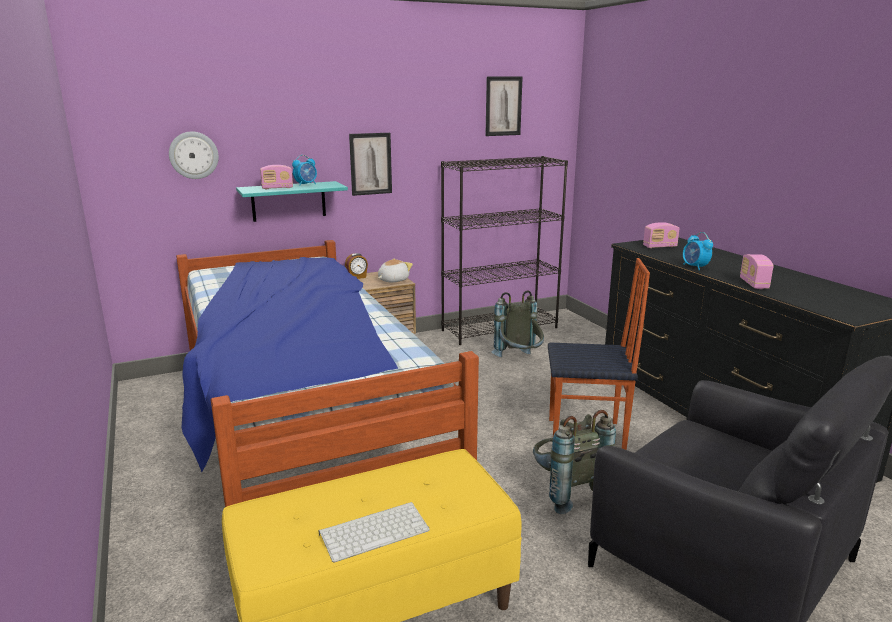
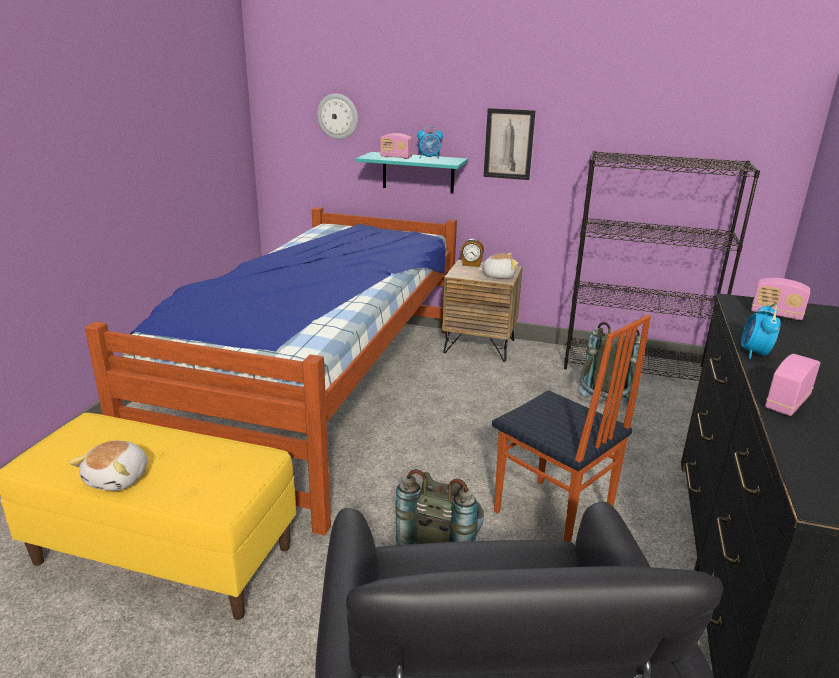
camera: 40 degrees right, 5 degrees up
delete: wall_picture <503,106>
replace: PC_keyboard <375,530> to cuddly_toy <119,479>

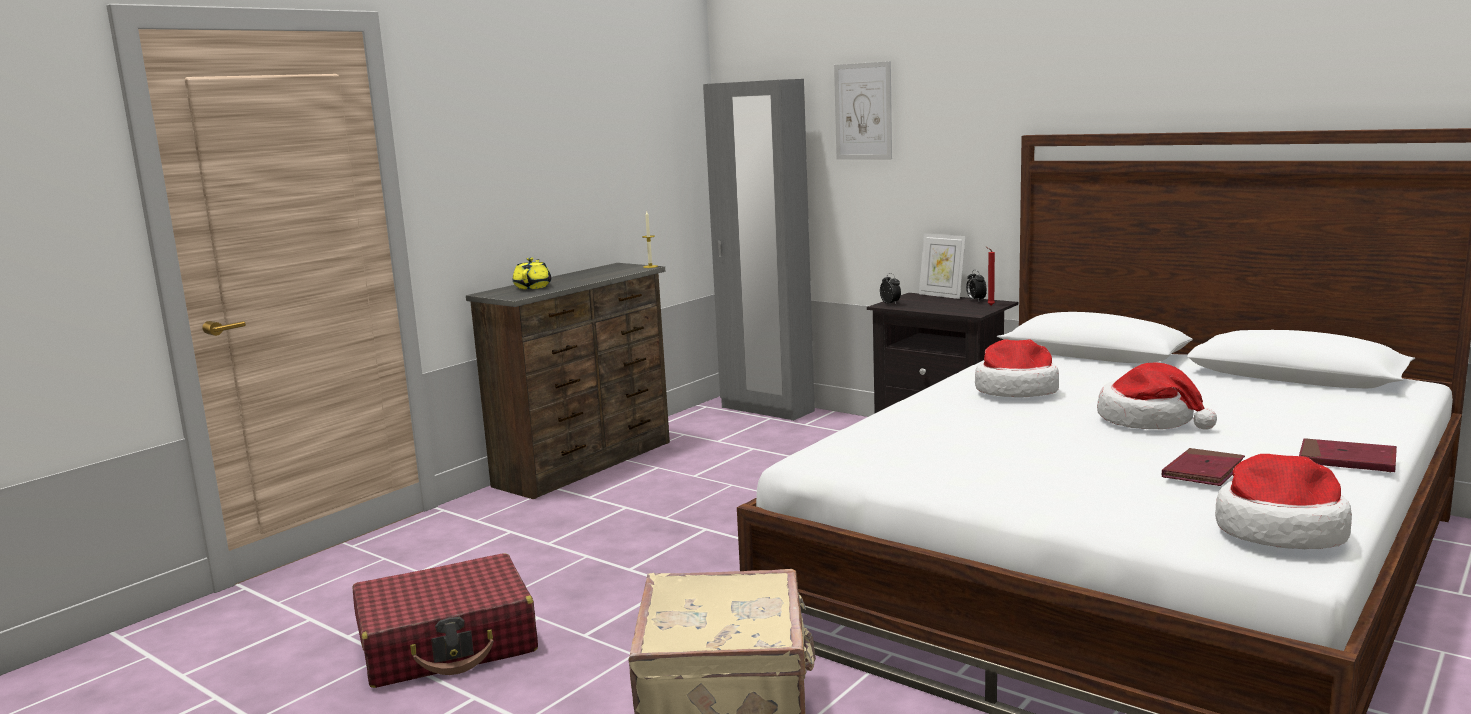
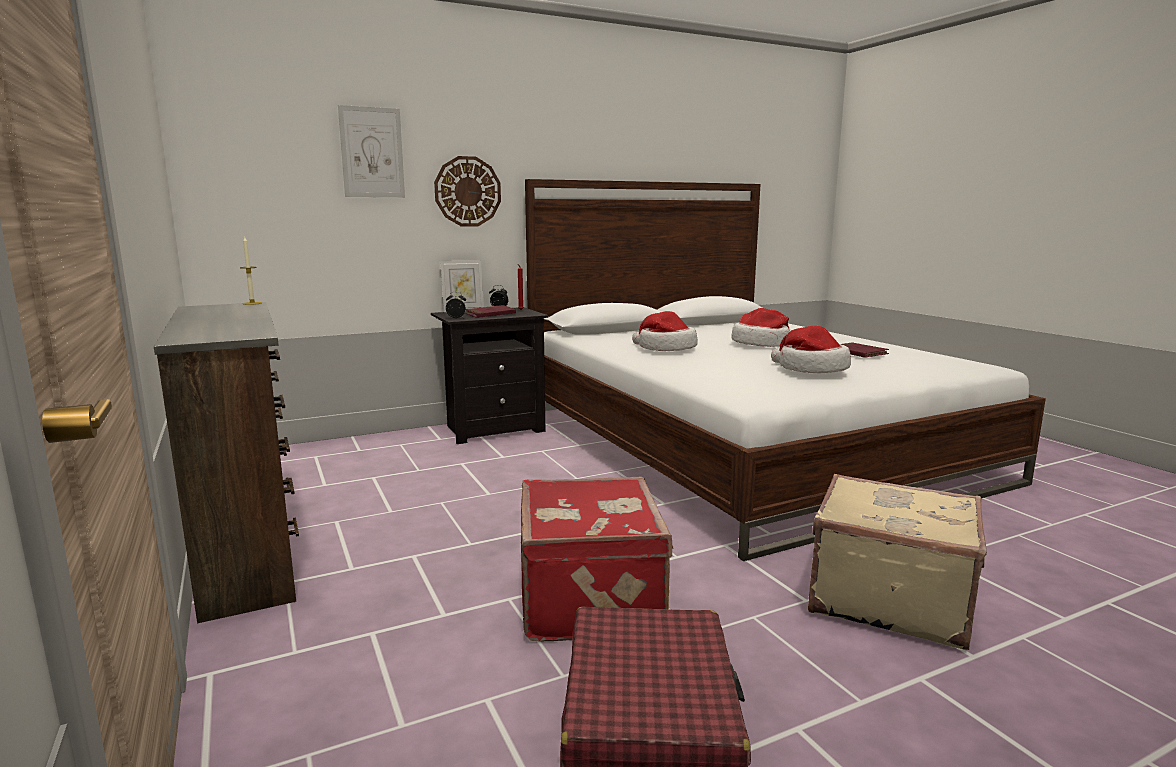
camera: 65 degrees left, 0 degrees up
delete: yellowish_teapot <533,287>; greyish_wardrobe <766,409>
insert: clock_on_the_wall <467,191>; red-coloured_travel_case <593,598>
move: wearable_hat <1279,531> to <811,369>; red-coloured_volume <1346,460> to <490,314>

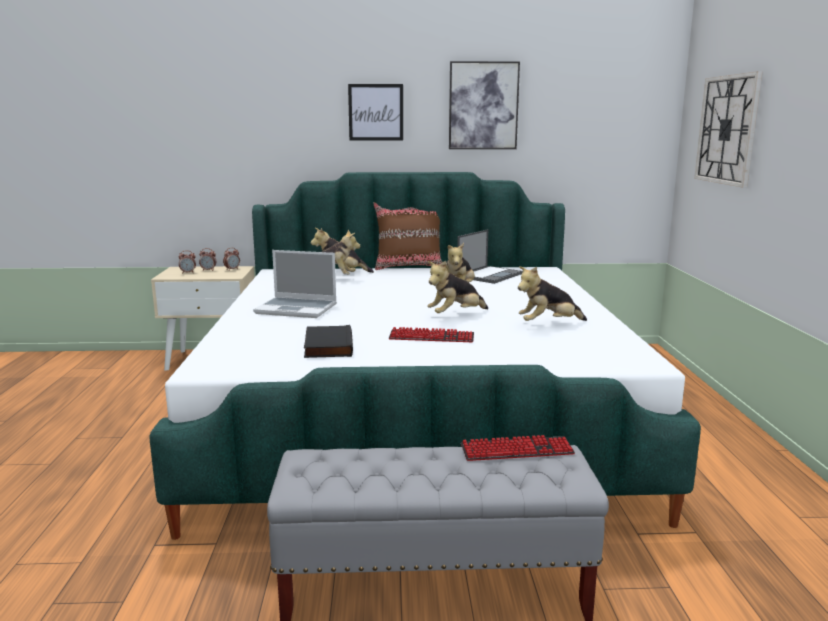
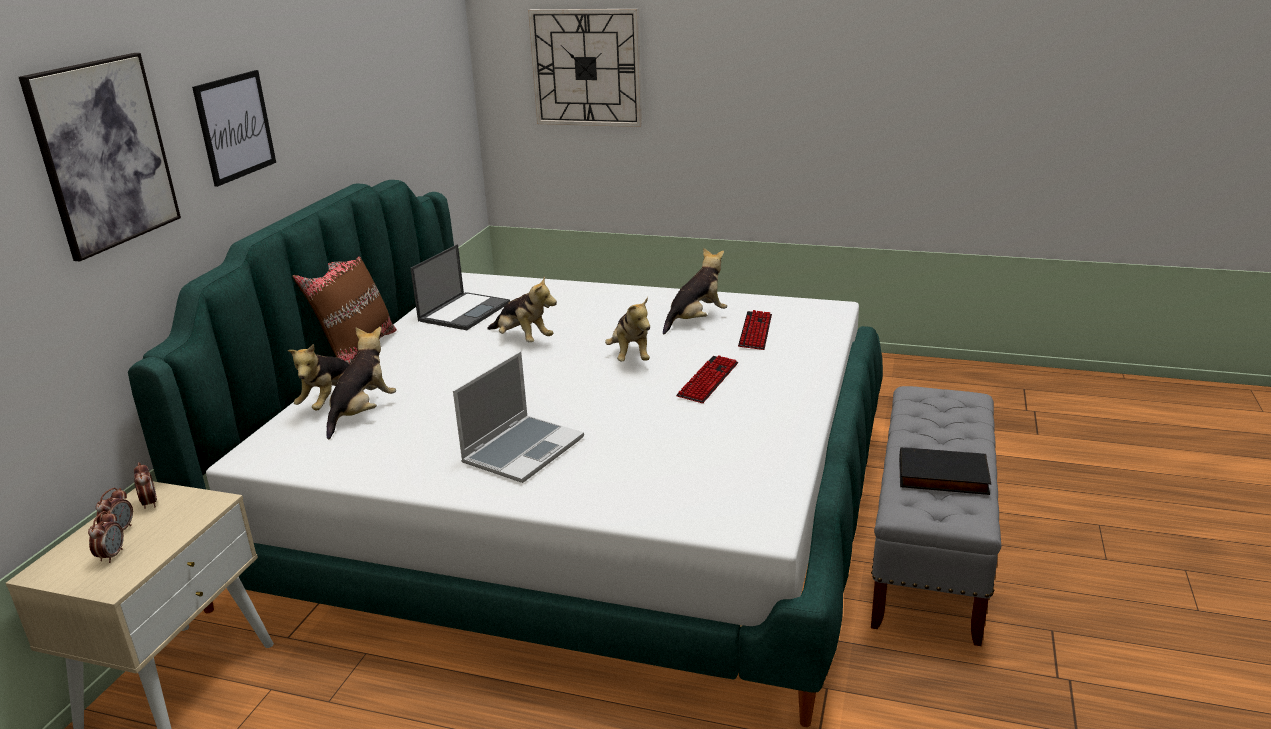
camera: 70 degrees left, 10 degrees up
move: black_volume <327,346> to <942,477>; wall_picture <483,106> to <104,154>; PC_keyboard <517,450> to <755,331>
rotate: laptop <490,275> = <465,311> 60 degrees clockwise; cuddly_toy <548,324> = <696,320> 135 degrees counterclockwise

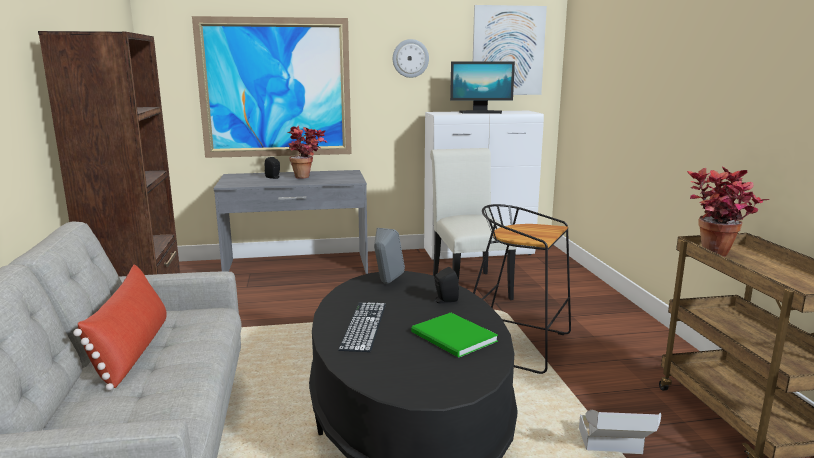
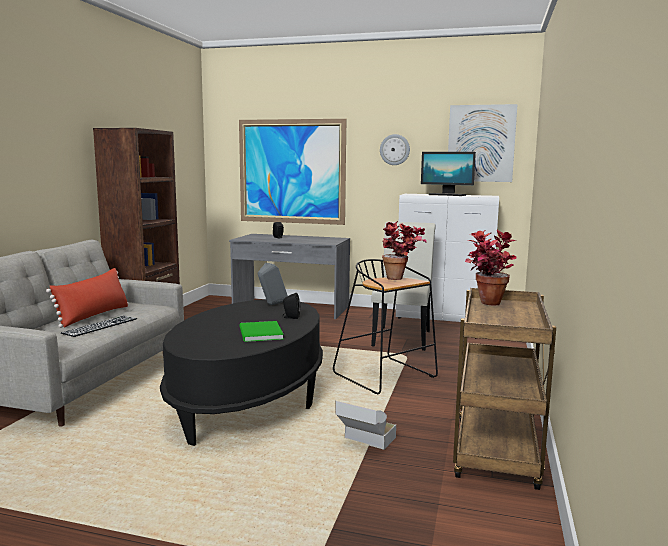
camera: 25 degrees right, 5 degrees down
move: houseplant <307,177> to <400,279>; PC_keyboard <363,326> to <100,326>

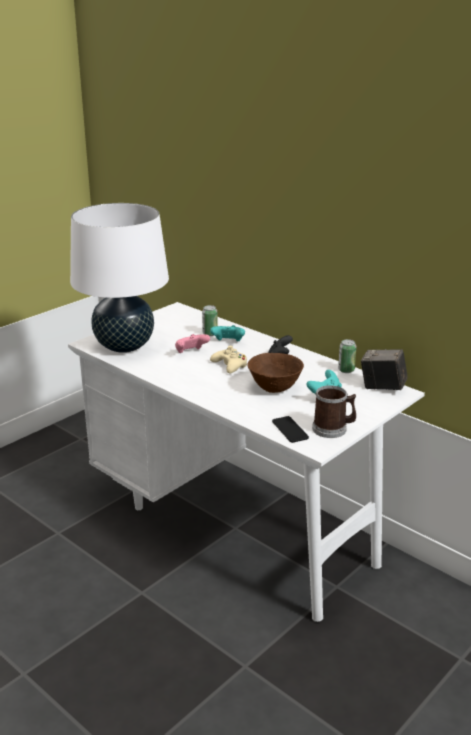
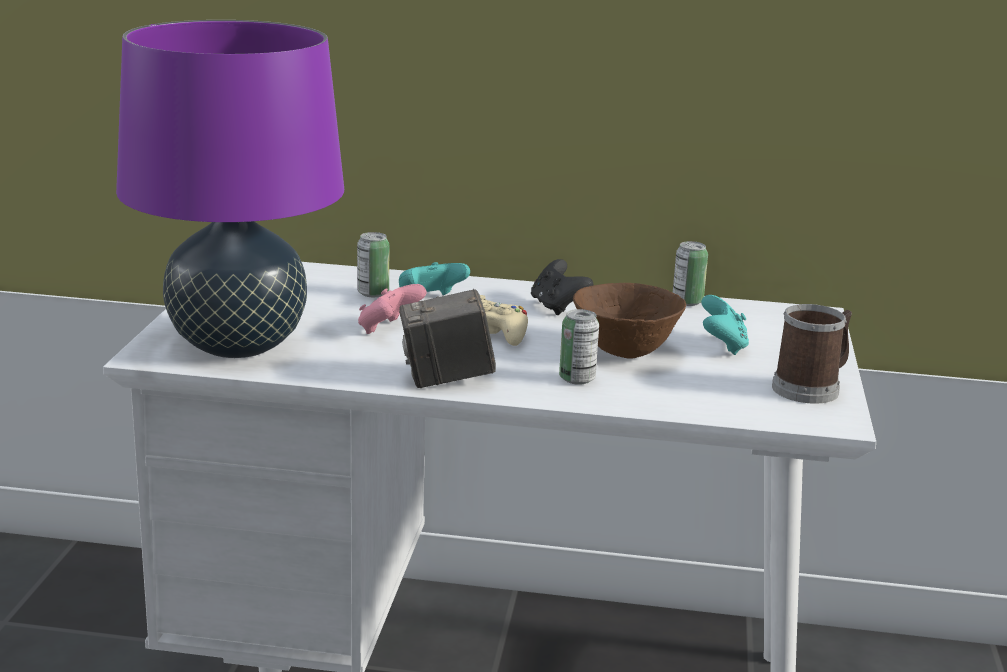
camera: 35 degrees left, 5 degrees down
delete: phone <290,430>
insert: sealed_can <577,379>
move: photo_camera <382,387> to <446,379>
recolor: white-coloured_lamp_for_a_table <124,346> to purplish_lamp_for_a_table <238,345>

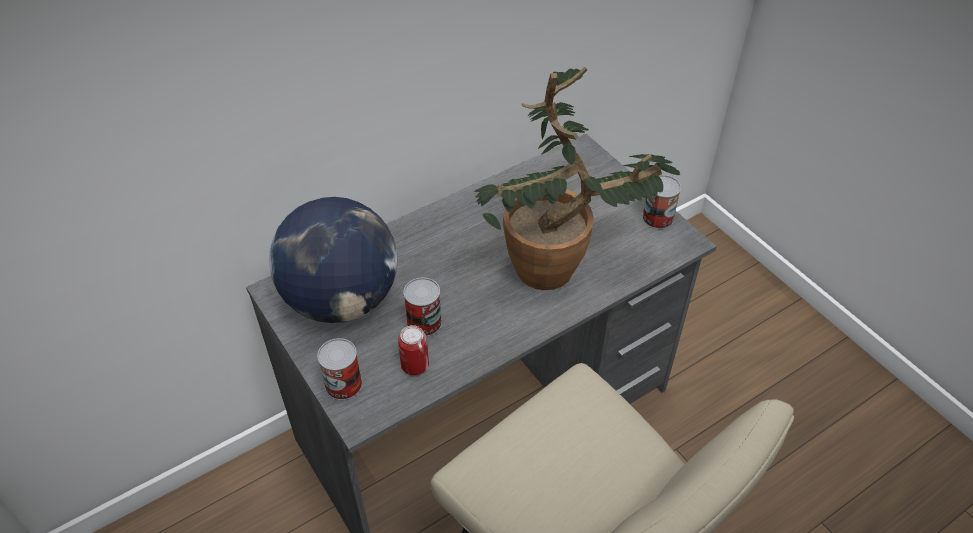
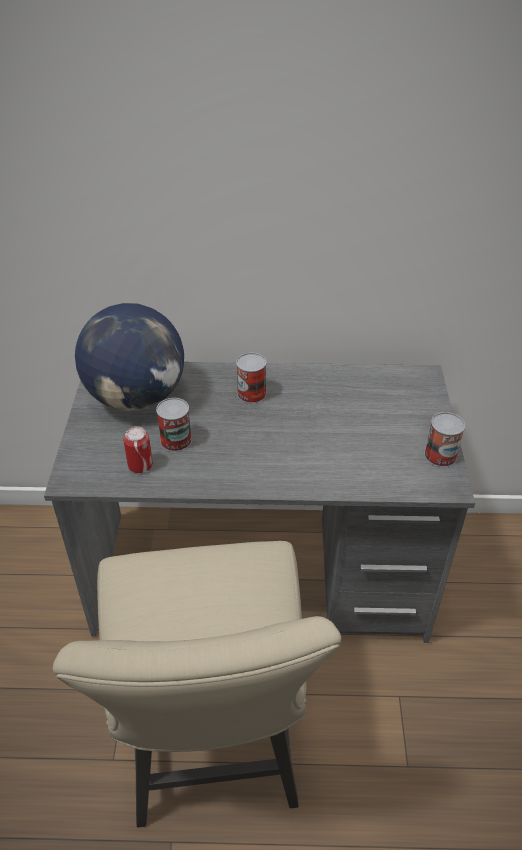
camera: 35 degrees right, 5 degrees down
delete: houseplant <560,269>
move: sealed_can <343,384> to <251,393>

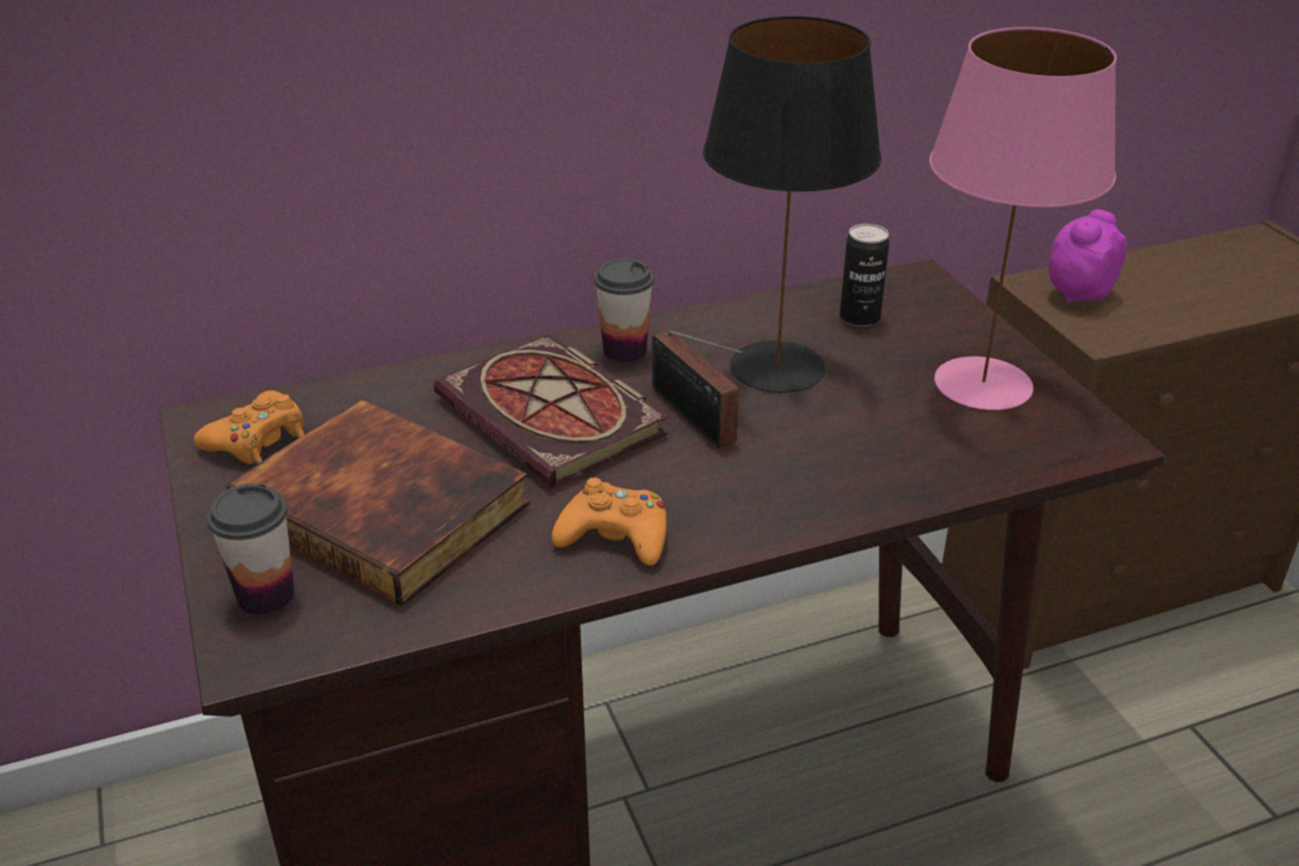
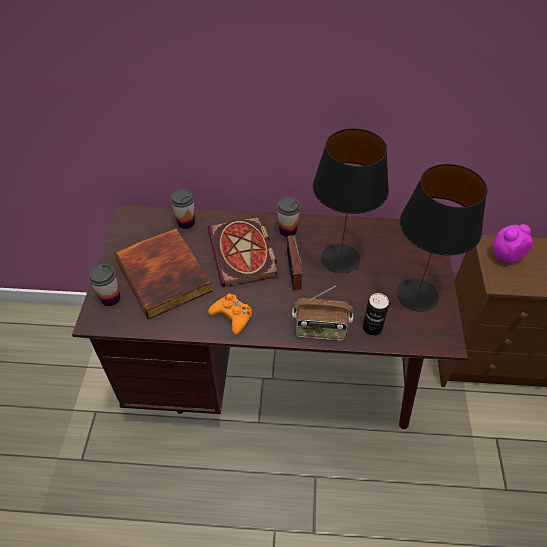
camera: 25 degrees right, 15 degrees up
delete: orange-coloured_joypad <257,439>
insert: drinking_cup <186,222>; radio_receiver <320,330>
move: sealed_can <859,317> to <372,328>
recolor: pink_lamp_for_a_table <981,383> to black_lamp_for_a_table <417,294>

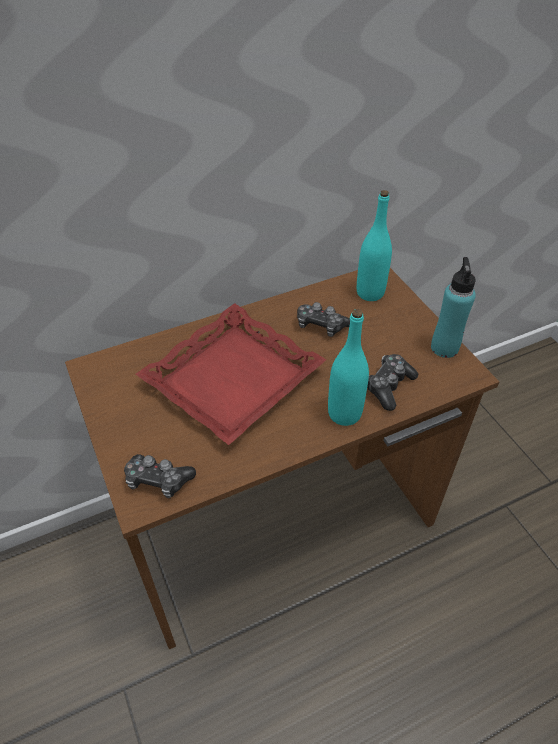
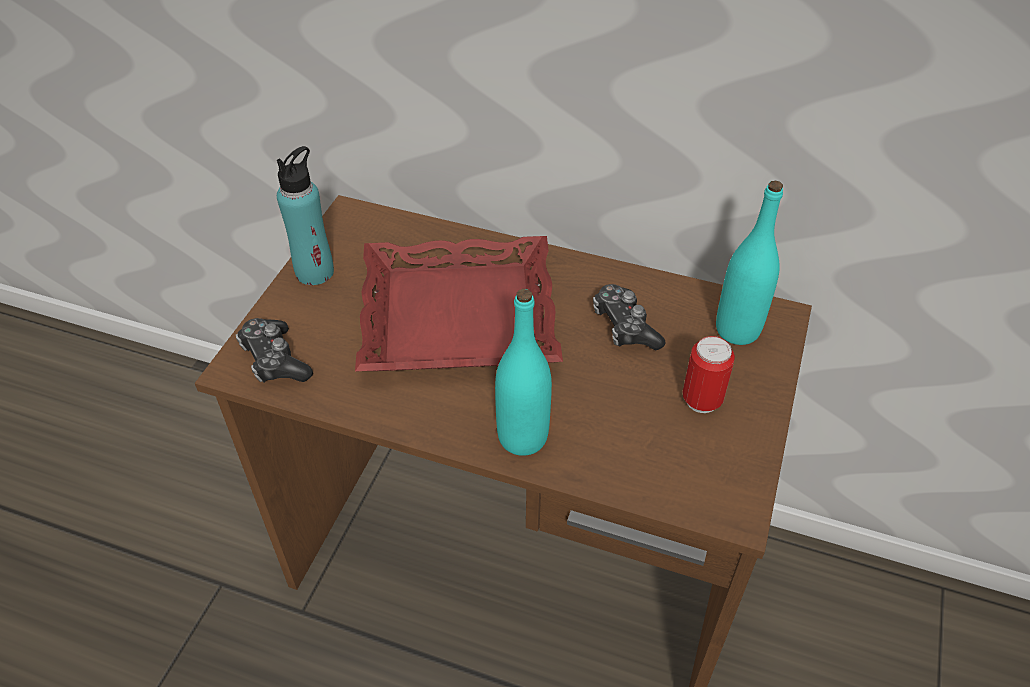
camera: 45 degrees right, 0 degrees up
delete: joypad <389,386>
insert: sealed_can <701,400>
move: blue-green_drink_bottle <444,347> to <315,272>

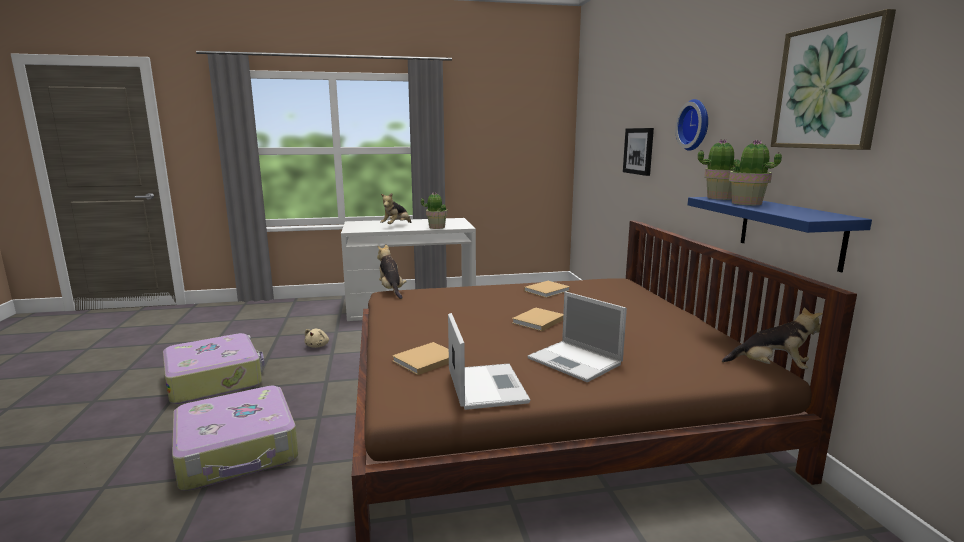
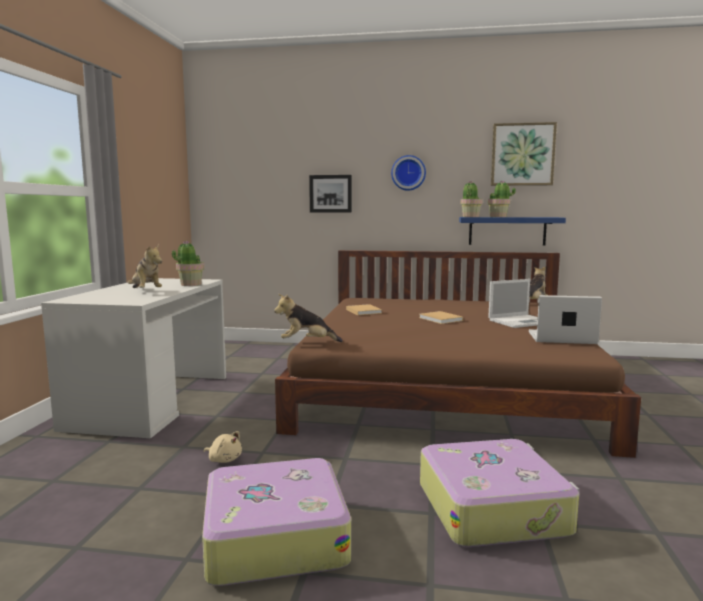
camera: 70 degrees left, 5 degrees down
delete: sand-coloured_volume <424,361>

